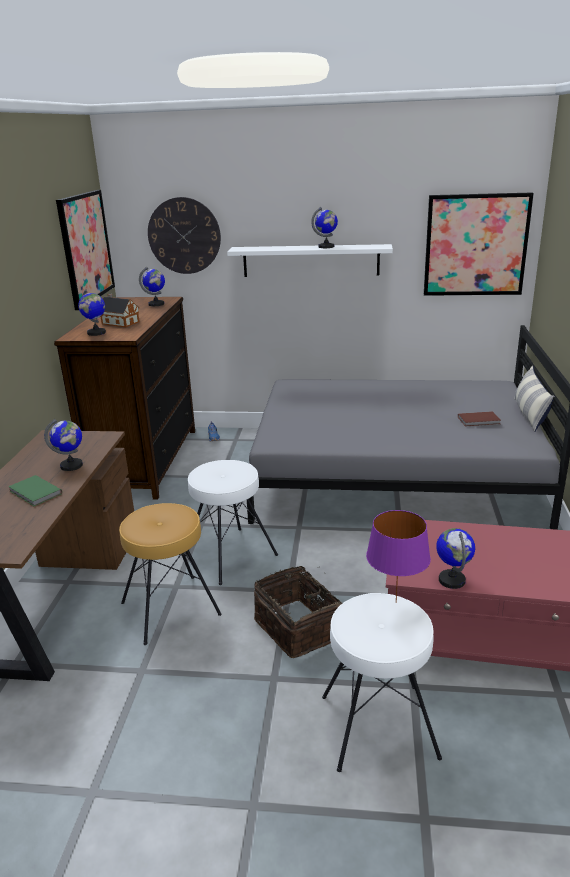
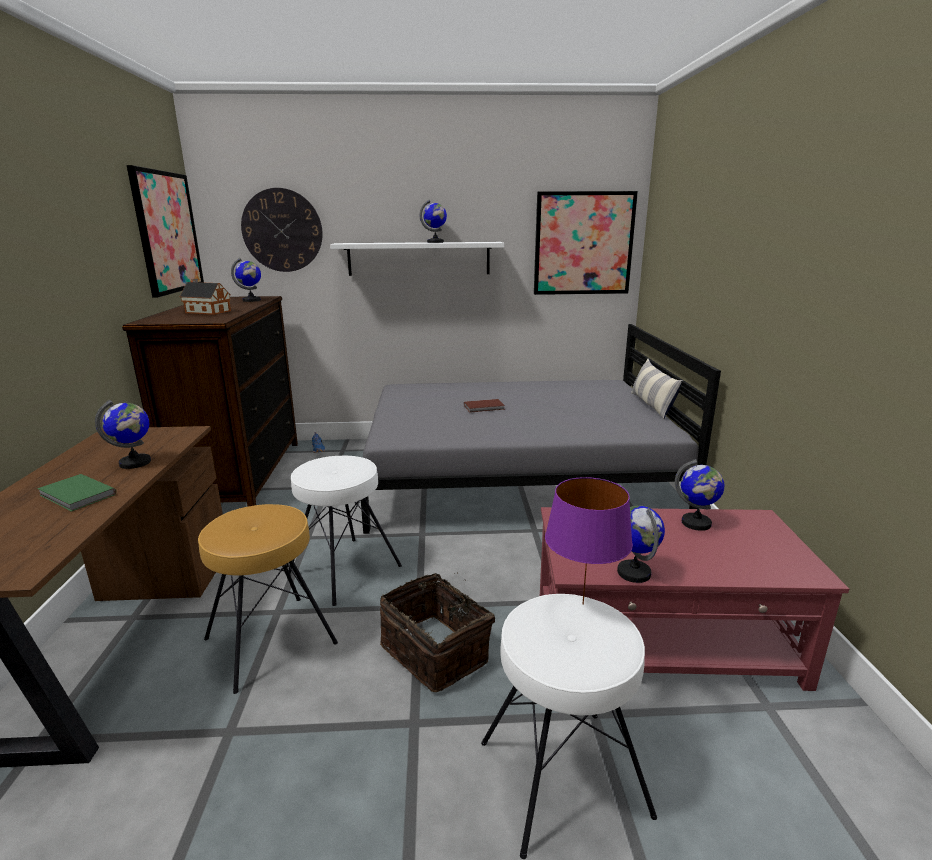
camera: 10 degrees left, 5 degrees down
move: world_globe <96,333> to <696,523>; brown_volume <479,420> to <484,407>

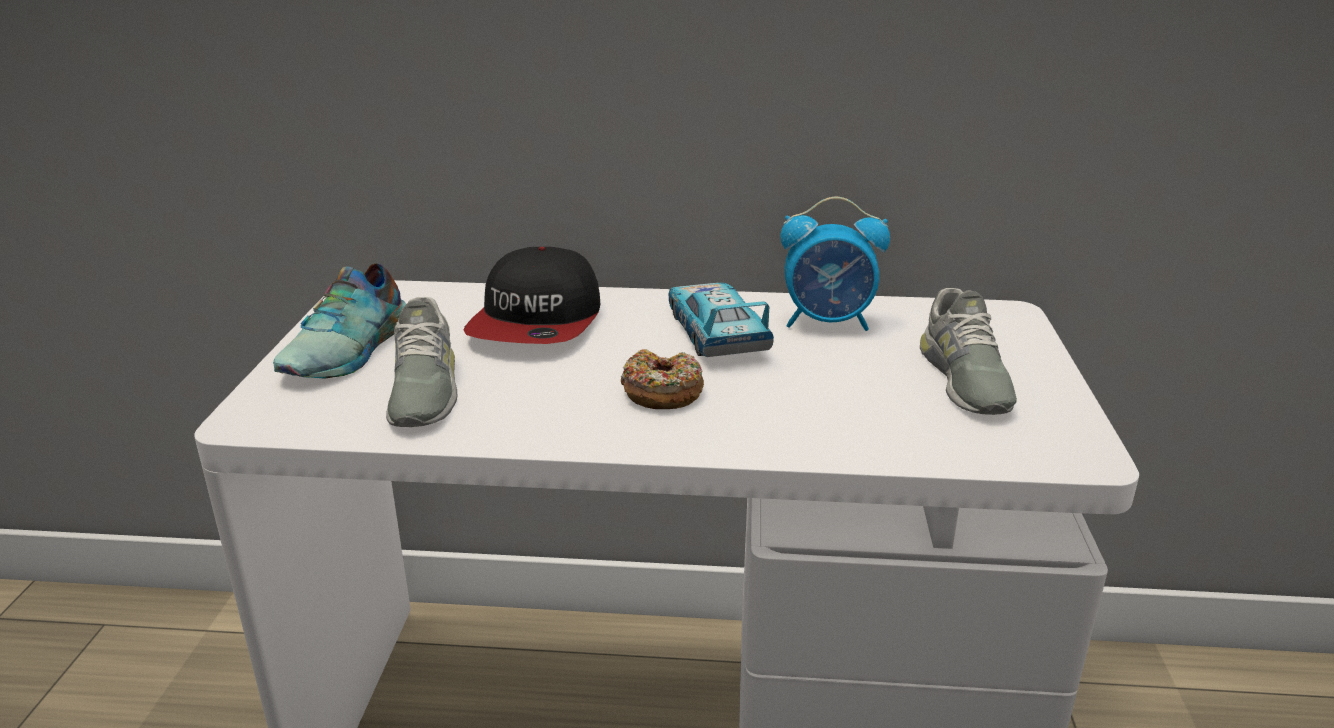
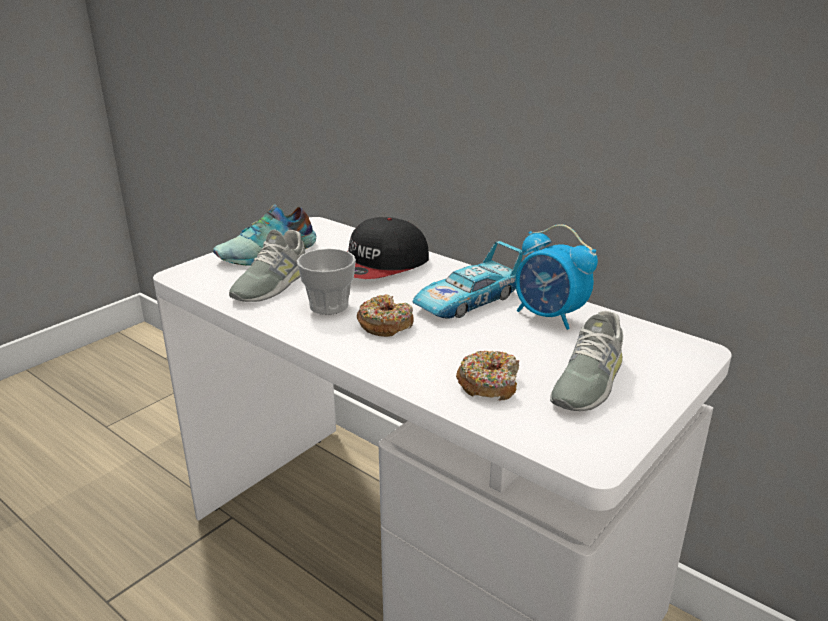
camera: 35 degrees right, 0 degrees up
insert: drinking_cup <329,306>; ring_doughnut <489,384>
rotate: model_car <715,332> = <467,301> 150 degrees counterclockwise

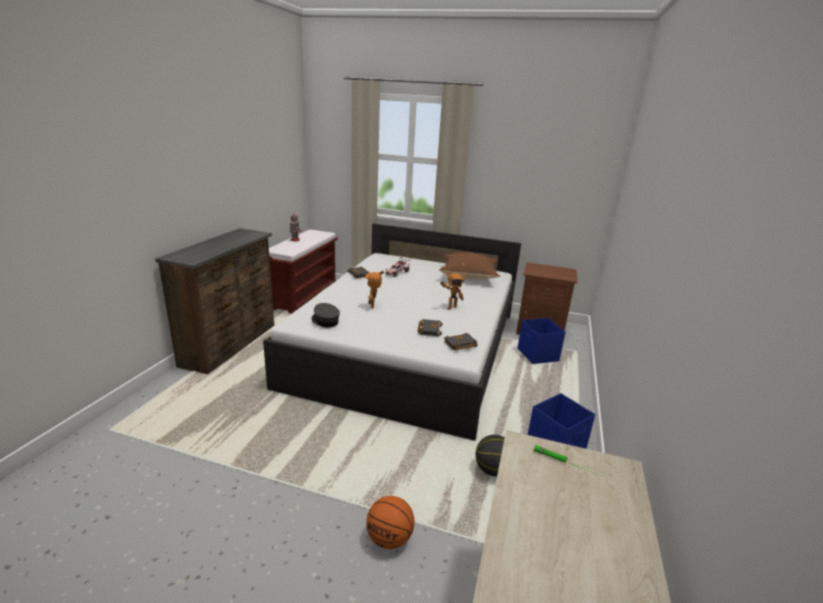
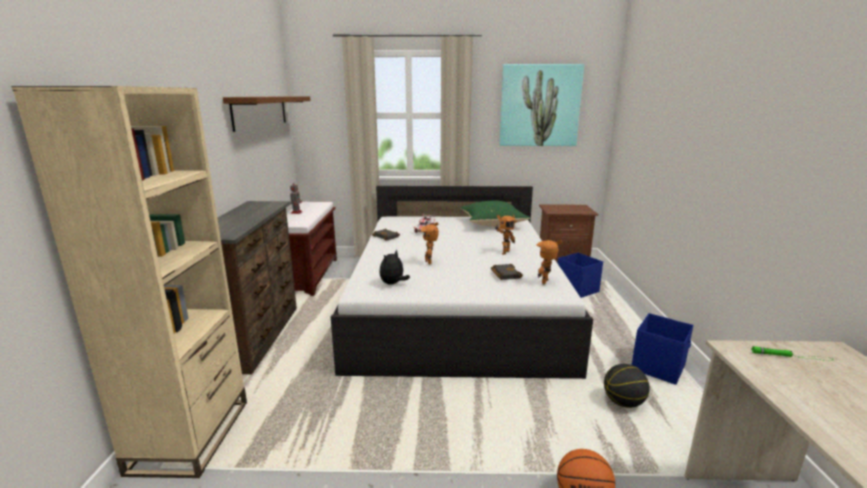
camera: 15 degrees left, 5 degrees down
insert: sand-coloured_bookshelf <191,436>; brown_wall_shelf <260,111>; wall_picture <539,106>
replace: greyish_cap <325,321> to cuddly_toy <393,284>; black_volume <460,345> to robot_figure <547,282>
recolor: brown_throw_pillow <469,276> to green_throw_pillow <493,224>

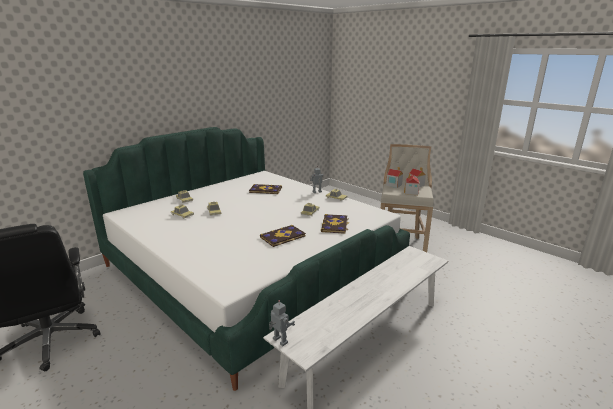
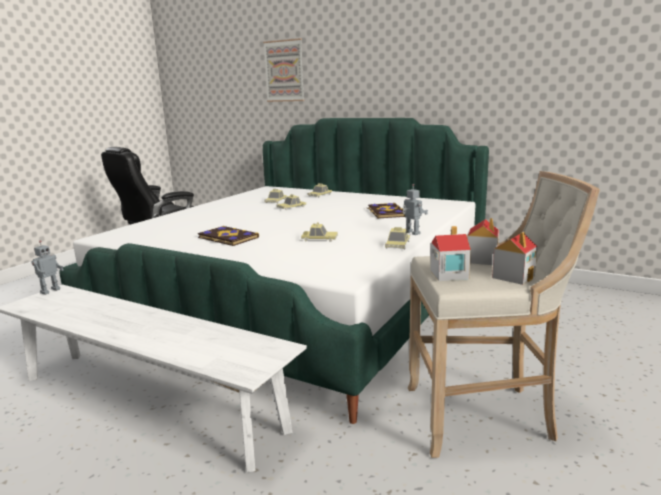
camera: 75 degrees right, 5 degrees down
delete: volume <335,225>
insert: wall_picture <284,71>

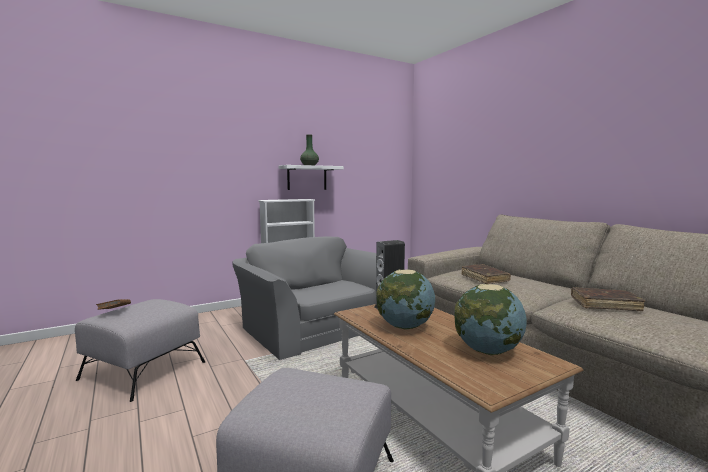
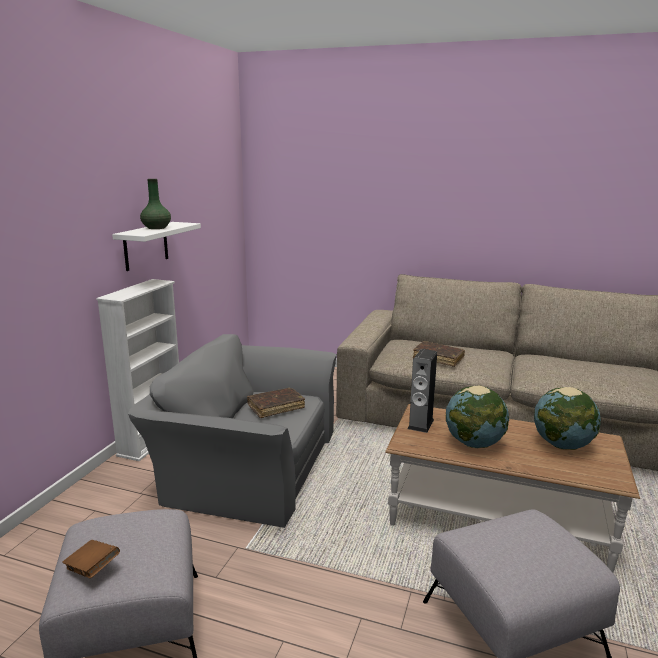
camera: 40 degrees left, 10 degrees up
move: brown_volume <605,305> to <276,407>

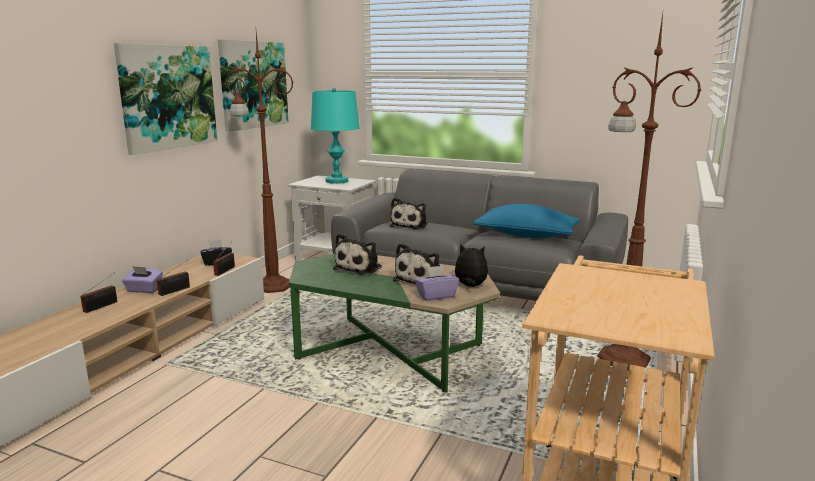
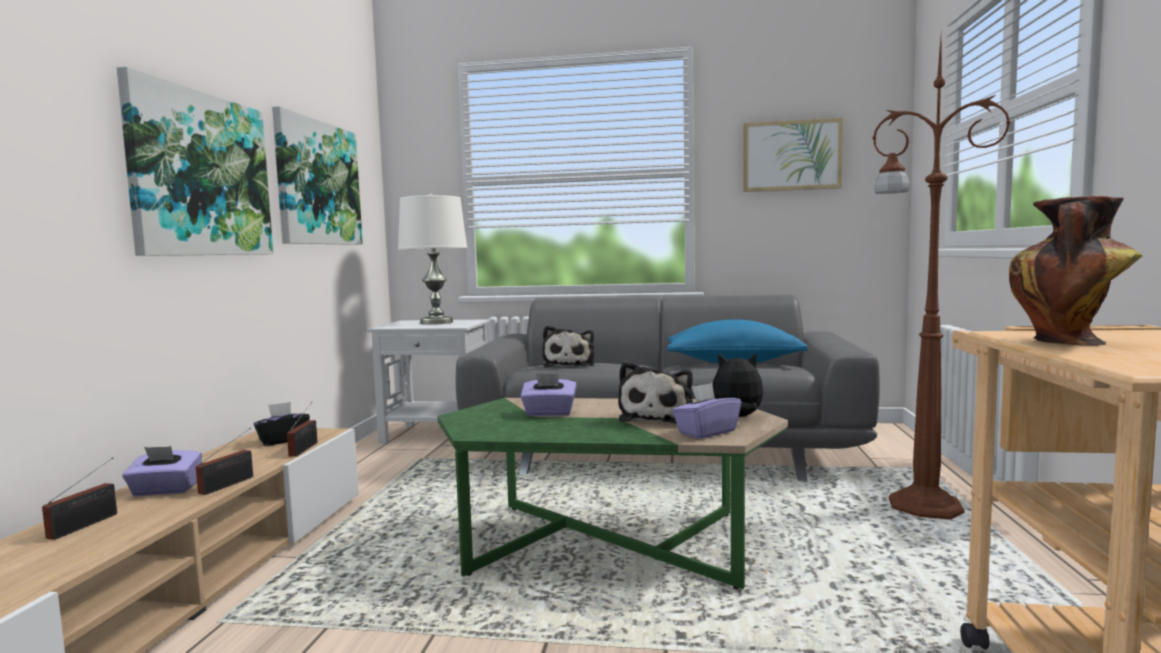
camera: 15 degrees left, 10 degrees down
delete: brown_standing_lamp <271,286>
insert: wall_picture <791,156>; flower_vase <1068,342>
replace: cuddly_toy <360,268> to purplish_box_of_tissues <549,413>
recolor: blue-green_lamp_for_a_table <337,181> to white-coloured_lamp_for_a_table <437,322>

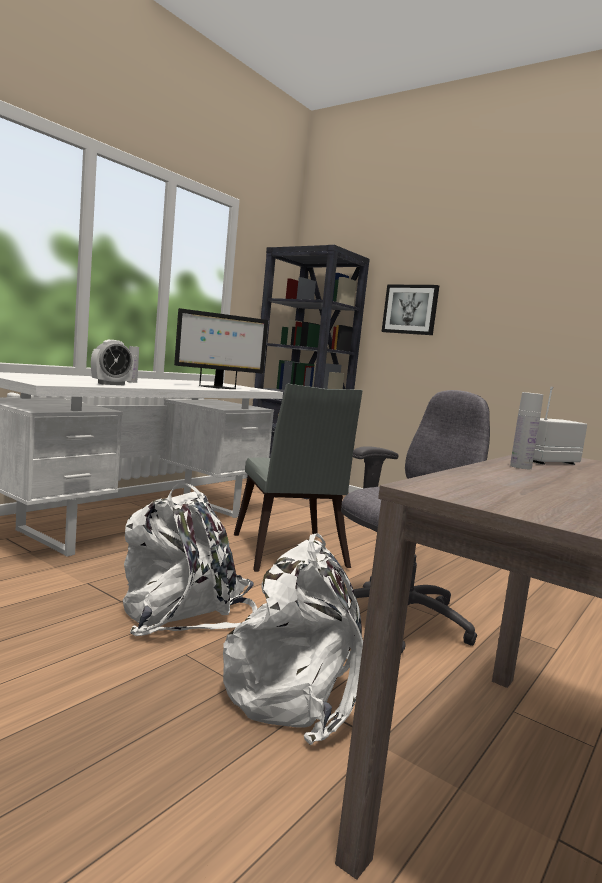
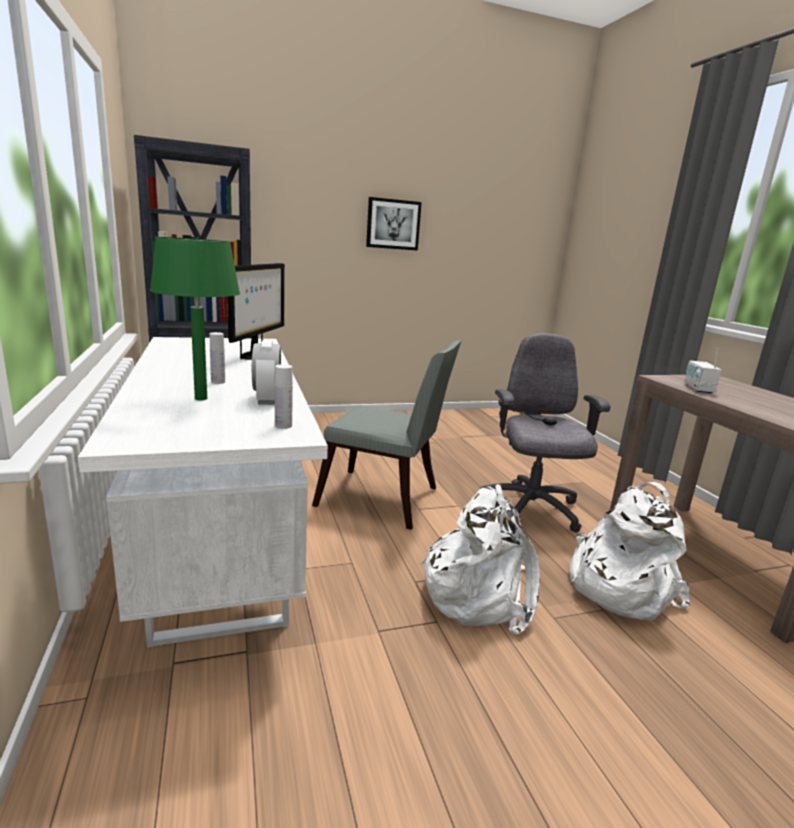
camera: 55 degrees left, 10 degrees up
insert: green_lamp_for_a_table <201,398>
move: wall_picture <410,309> to <393,224>; white-coloured_drink_bottle <520,467> to <283,425>

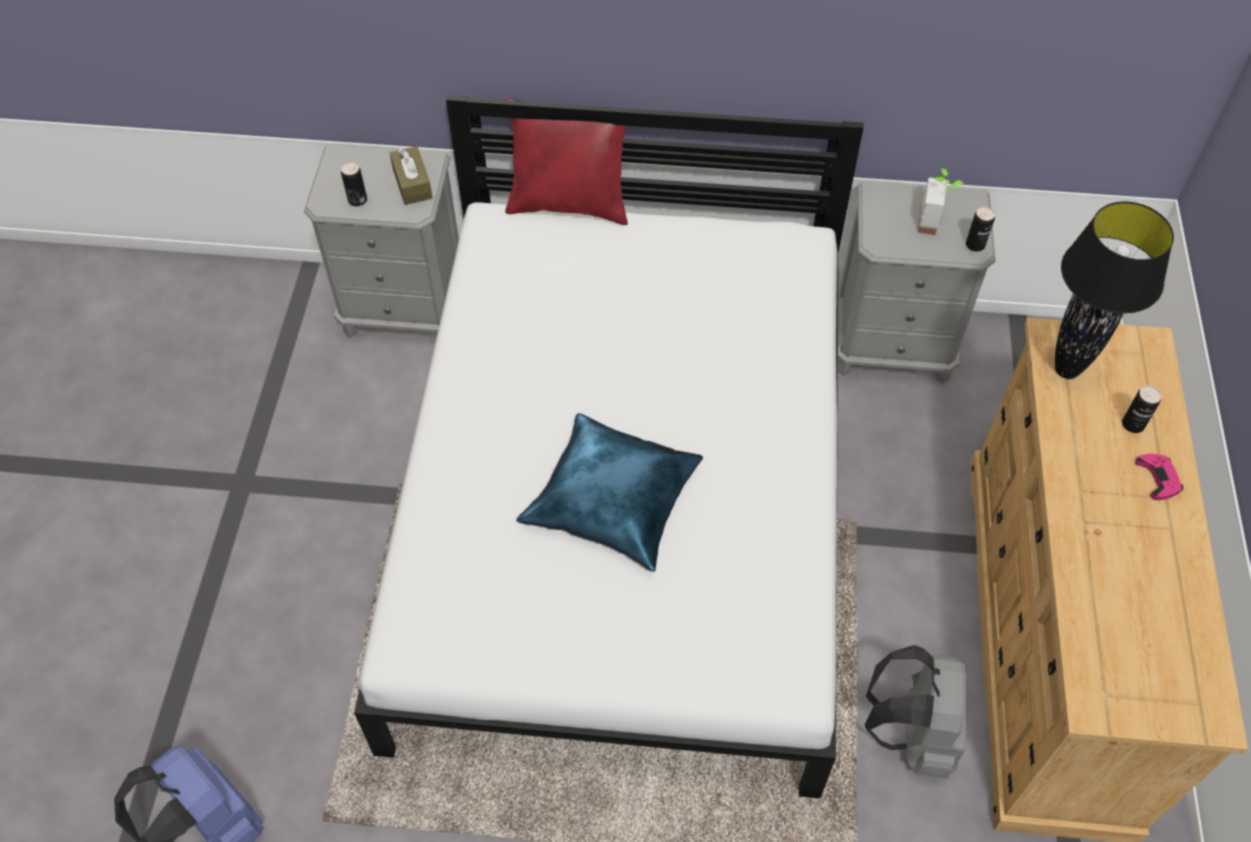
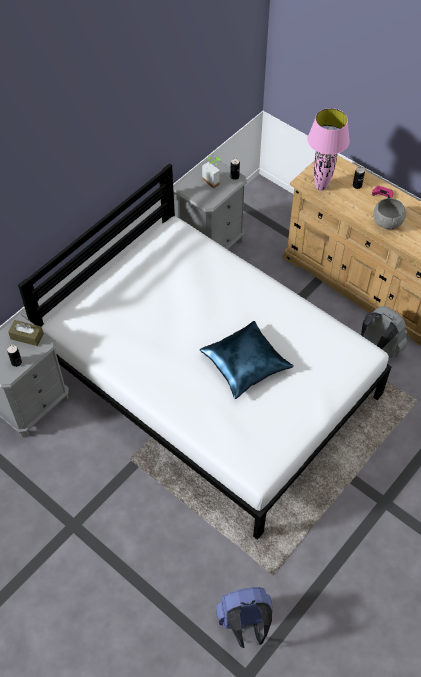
camera: 55 degrees left, 0 degrees up
delete: red-coloured_throw_pillow <570,204>
insert: greyish_serving_bowl <387,223>
recolor: black_lamp_for_a_table <1067,369> to pink_lamp_for_a_table <321,187>

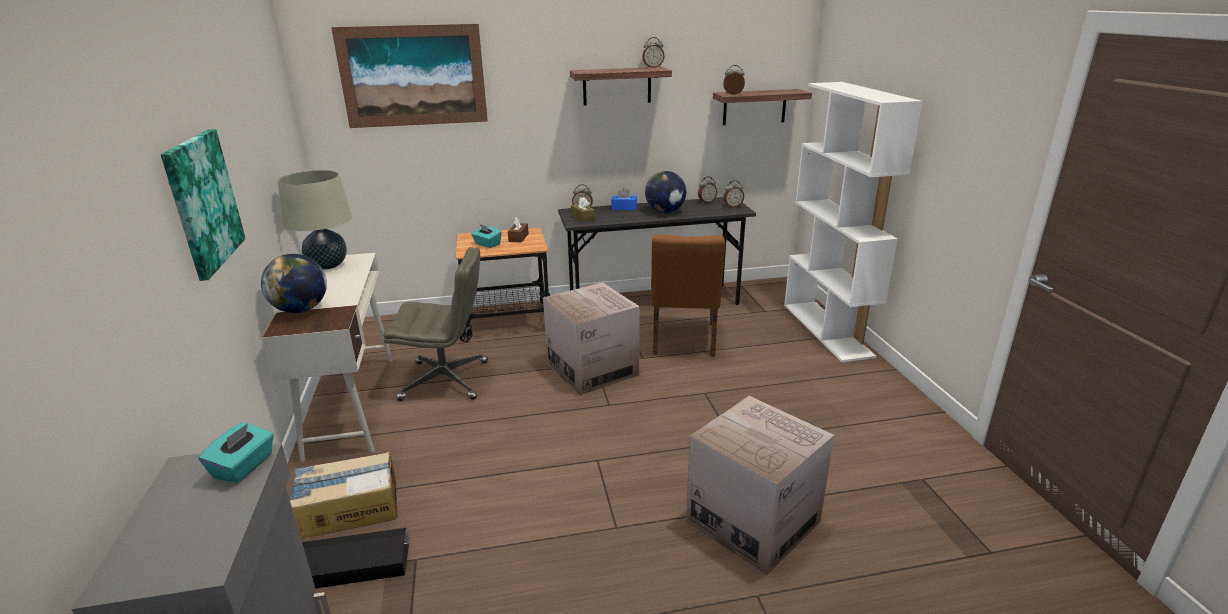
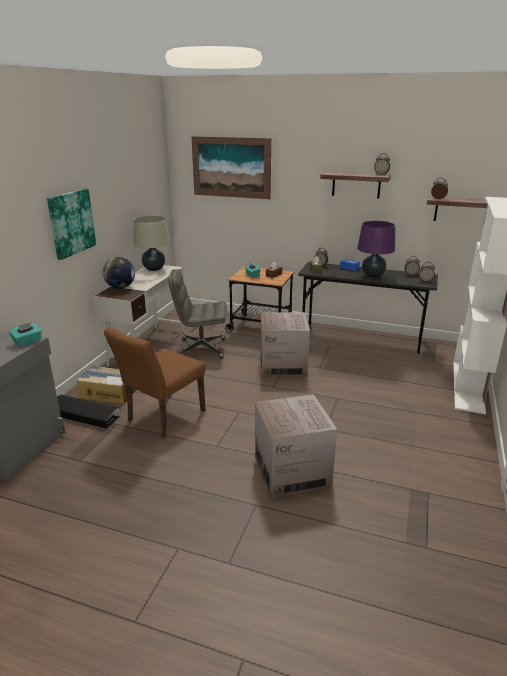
camera: 30 degrees right, 0 degrees up
move: brown_plain_chair <683,341> to <162,418>
replace: world_globe <665,212> to purplish_lamp_for_a_table <373,275>
rotate: greyish_office_chair <446,380> = <201,349> 150 degrees clockwise

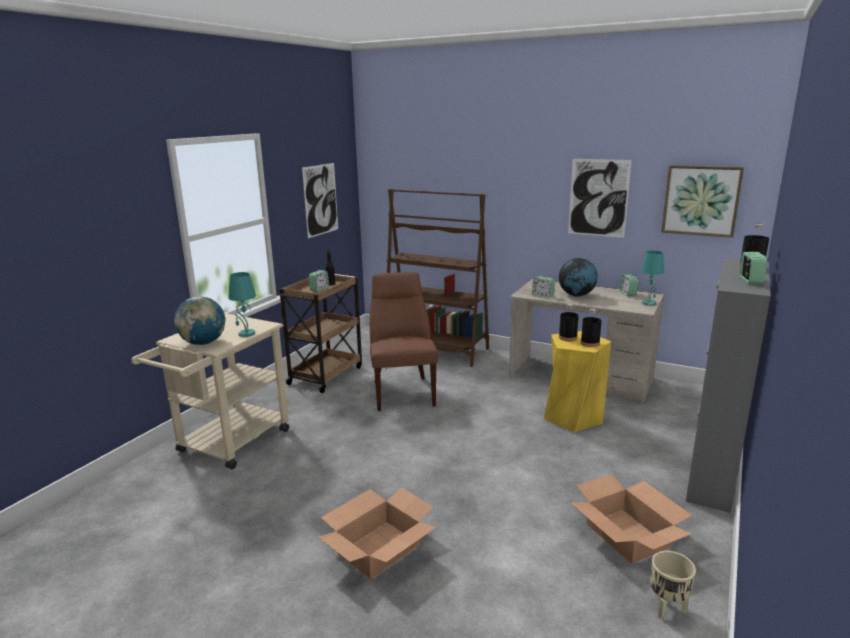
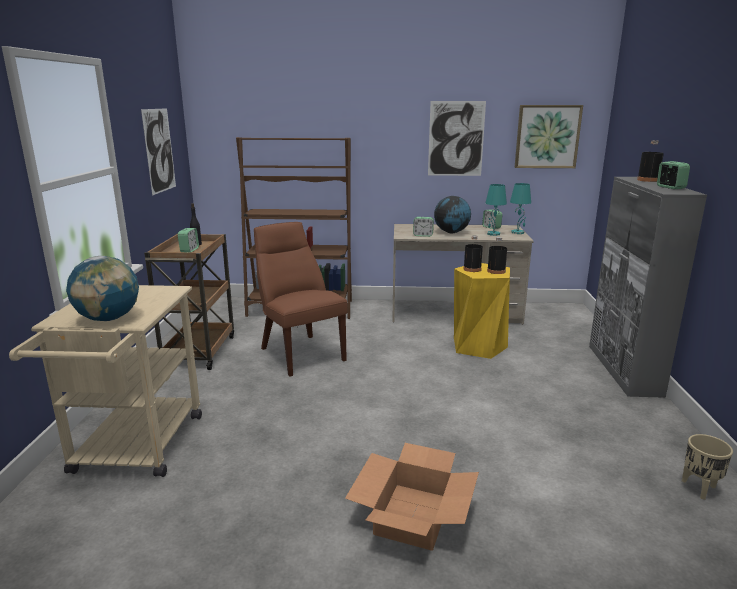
camera: 25 degrees left, 0 degrees up
delete: cardboard_box <627,535>
move: blue-green_lamp_for_a_table <246,334> to <493,234>

